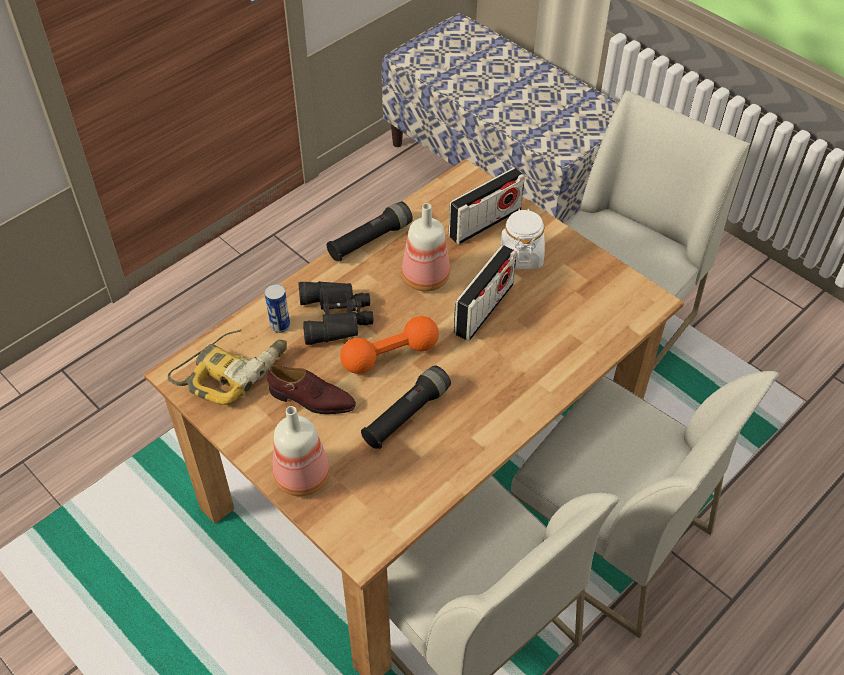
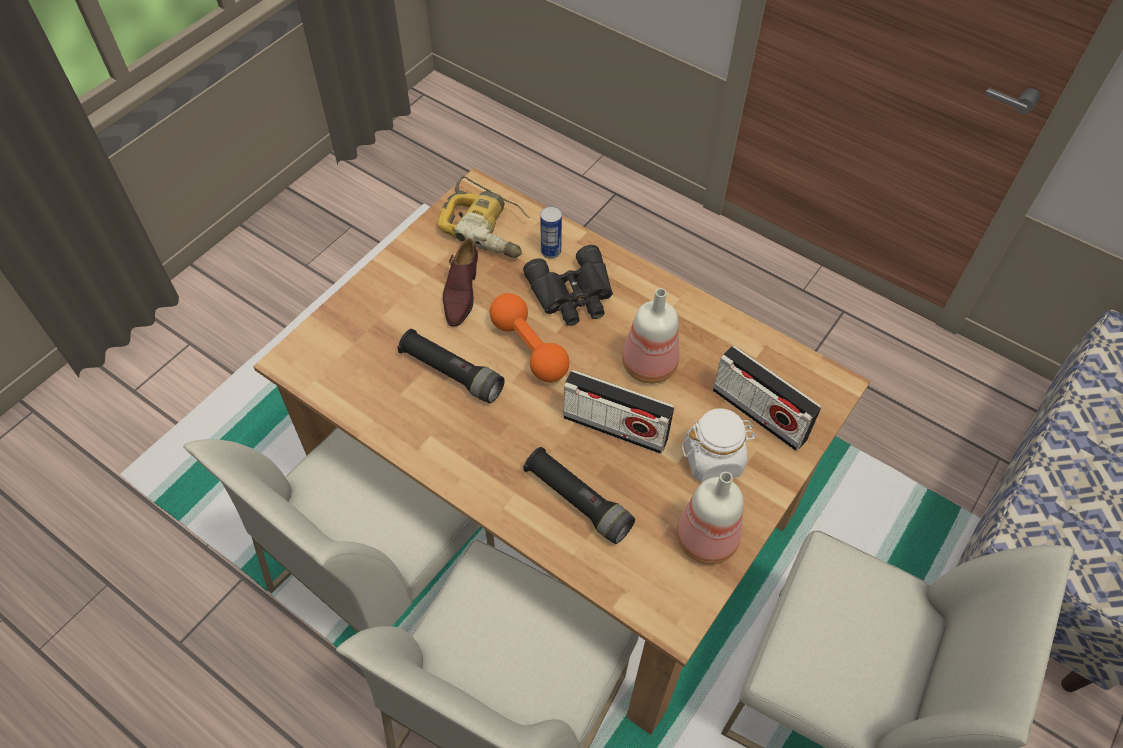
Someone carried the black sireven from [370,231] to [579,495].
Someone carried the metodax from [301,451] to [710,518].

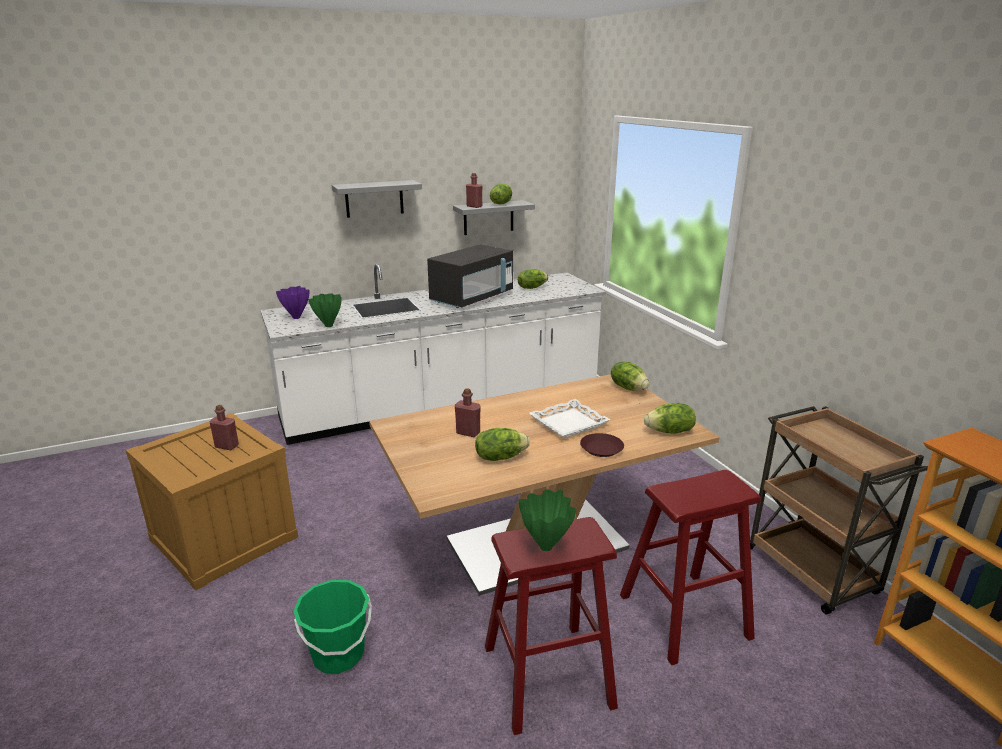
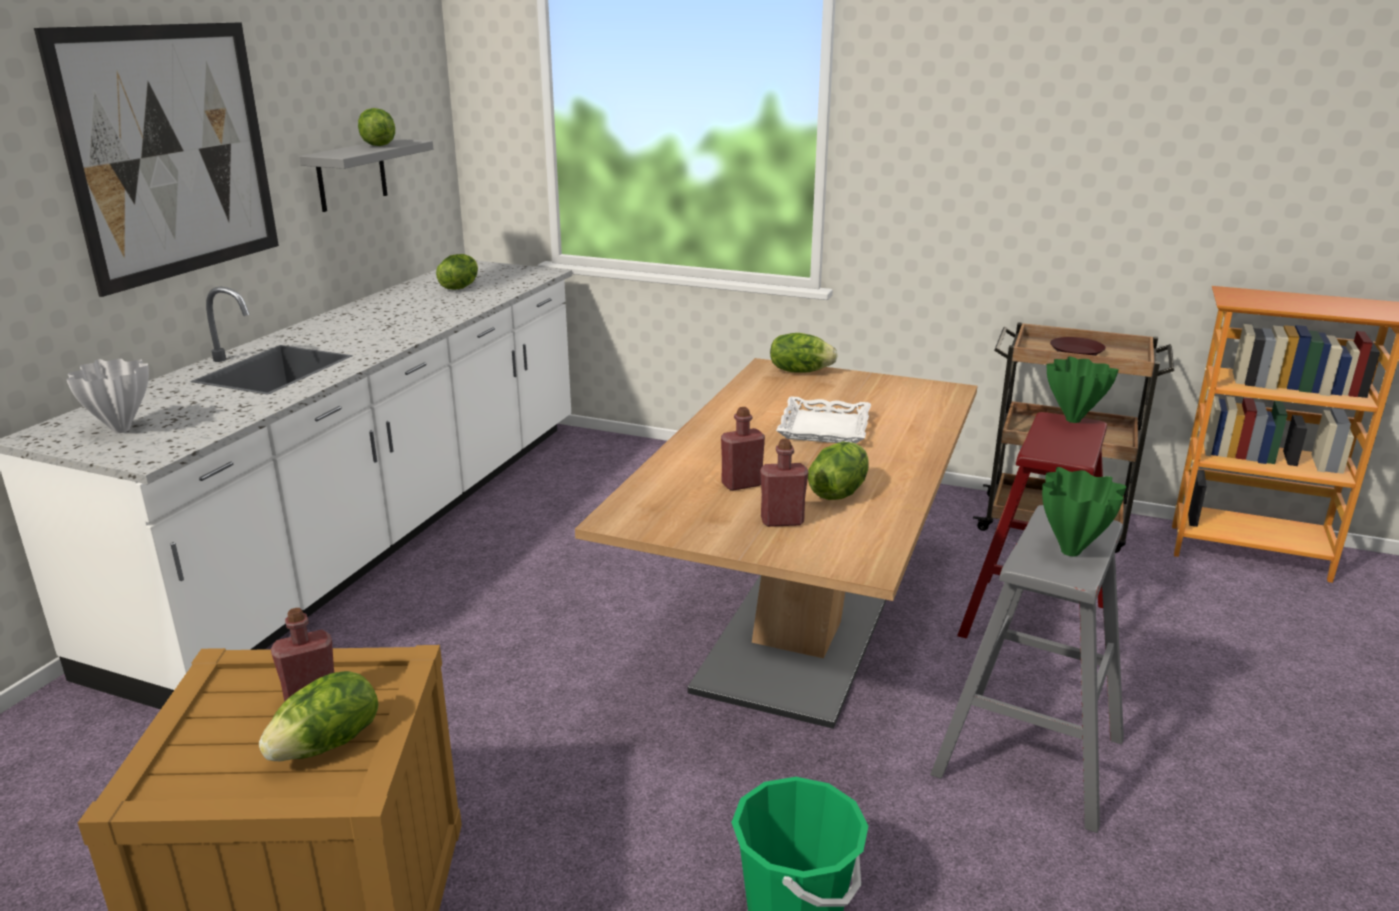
Someone carried the red metodax from [474,190] to [784,483].
Someone swapped the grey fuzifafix at [377,199] for the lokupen at [156,159].
Someone took away the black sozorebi at [470,276].
Someone repainted the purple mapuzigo at [292,302], which became the white mapuzigo at [107,396].
Someone carried the green mapuzigo from [324,310] to [1082,390].
Someone carried the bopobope from [670,418] to [318,716].
Someone carried the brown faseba from [602,445] to [1078,346].
Someone repainted the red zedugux at [551,626], which became the grey zedugux at [1027,669].

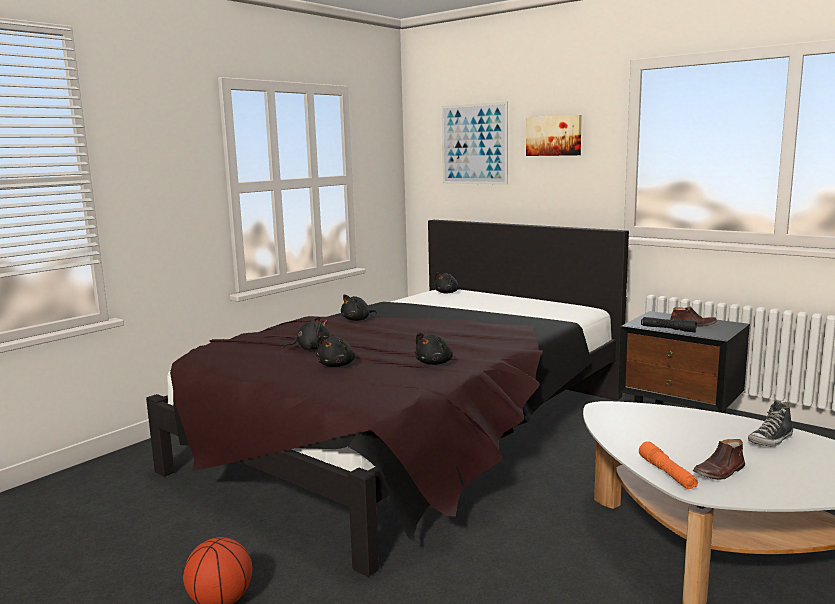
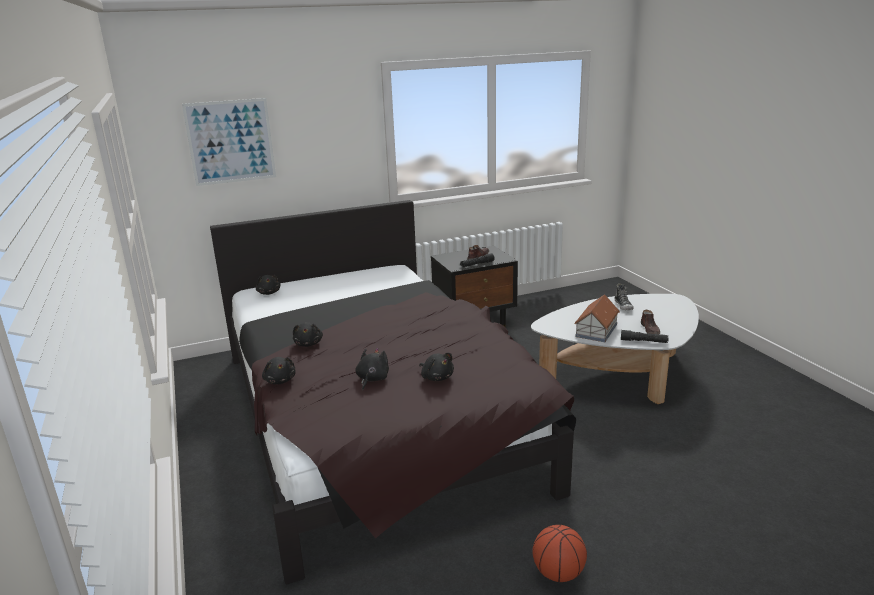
Someone took away the lokupen at [554,135].
Someone carried the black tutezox from [434,348] to [279,370].
Someone repainted the orange sireven at [668,465], which became the black sireven at [645,336].
Someone put down the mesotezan at [597,318].

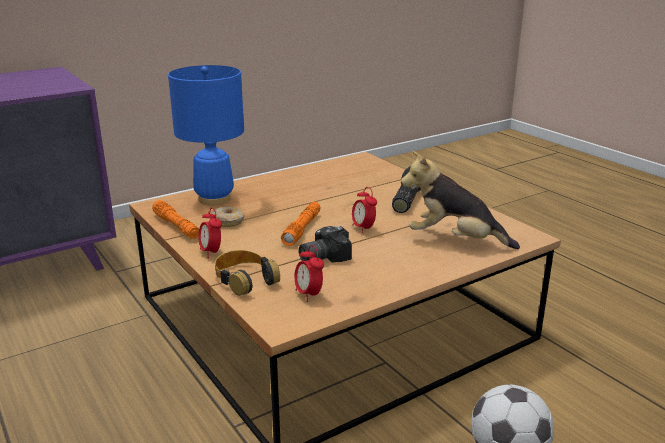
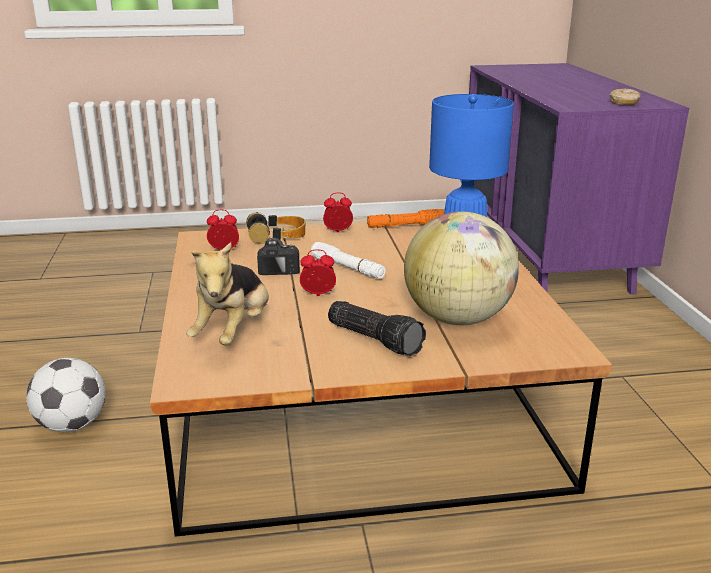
Someone rotated the tutezox at [460,200] by 150 degrees clockwise.
Someone repainted the orange sireven at [300,224], which became the white sireven at [348,260].
Someone carried the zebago from [227,217] to [625,96].
Someone put down the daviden at [461,268].

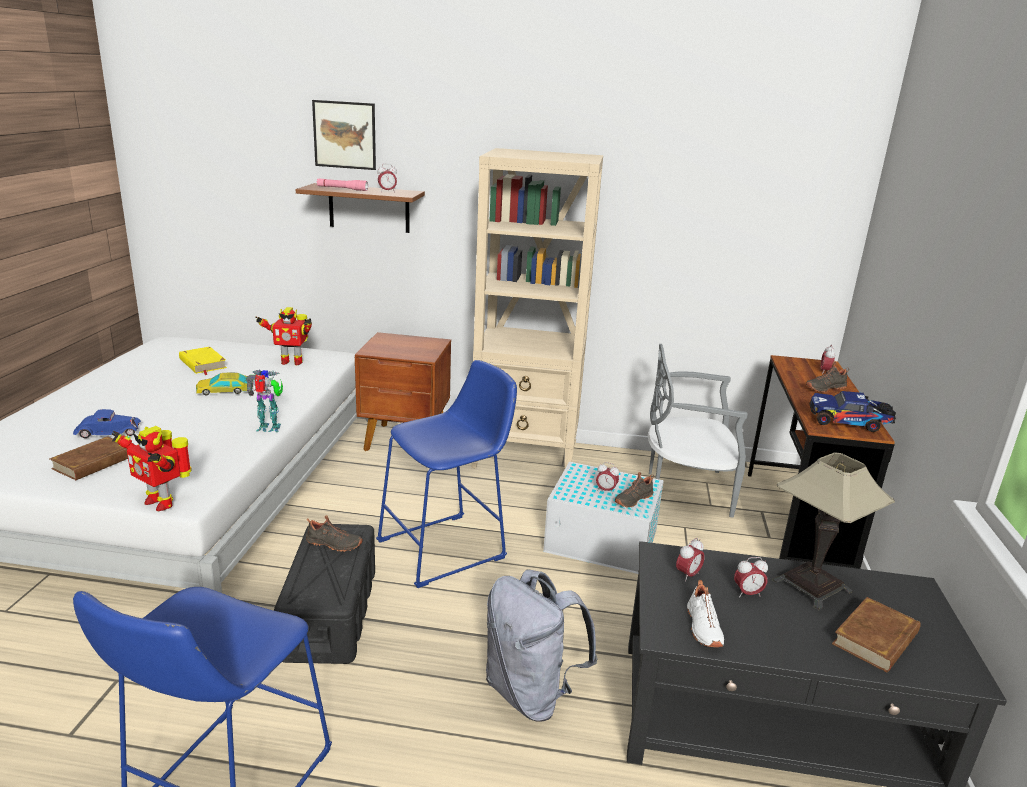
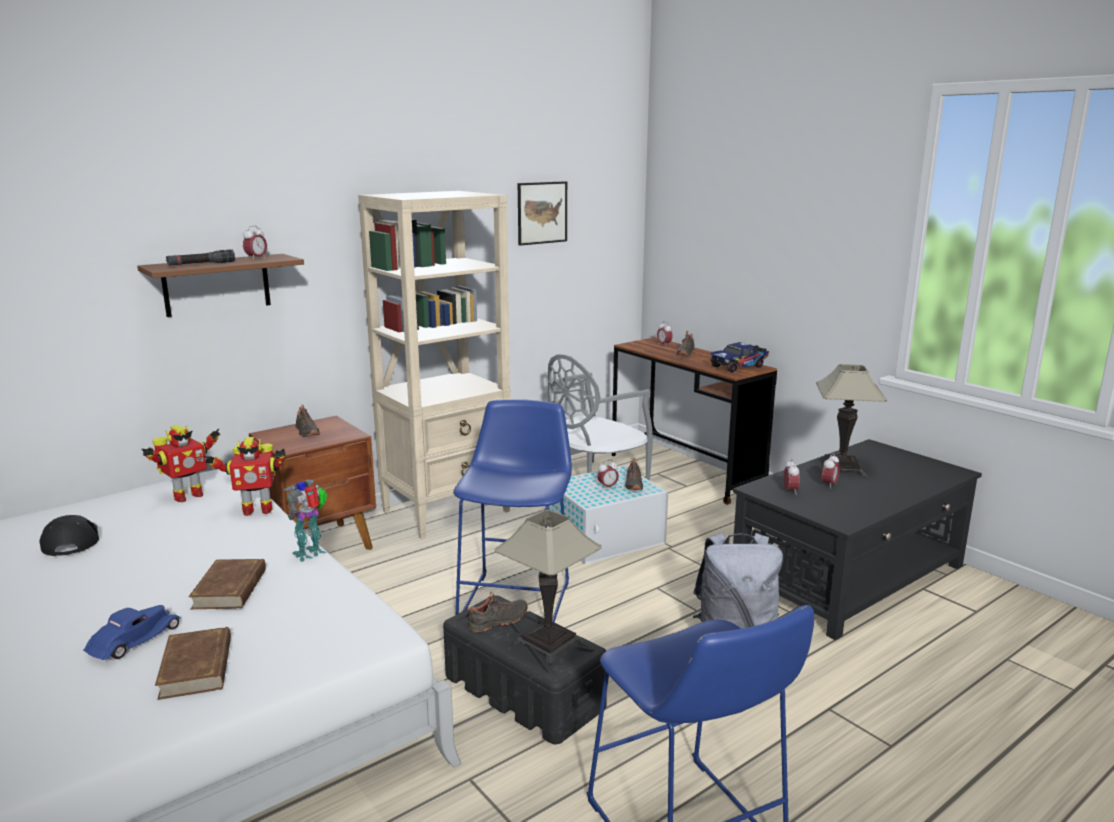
Someone carried the lokupen from [344,135] to [542,213].
Someone repainted the pink sireven at [342,185], which became the black sireven at [200,257].
Someone swapped the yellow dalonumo at [203,361] for the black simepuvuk at [69,535].
Someone took away the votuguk at [224,384].
Someone carried the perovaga from [151,468] to [245,476].
Someone took away the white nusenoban at [705,613].
Someone carried the brown dalonumo from [876,635] to [227,584].
Someone put down the black nusenoban at [308,421].
Someone put down the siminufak at [548,587].

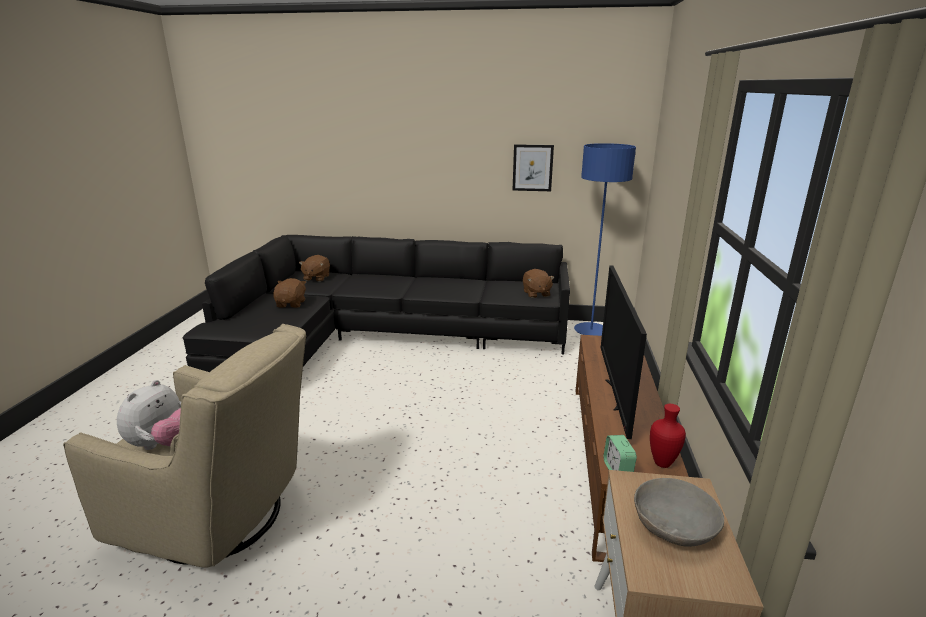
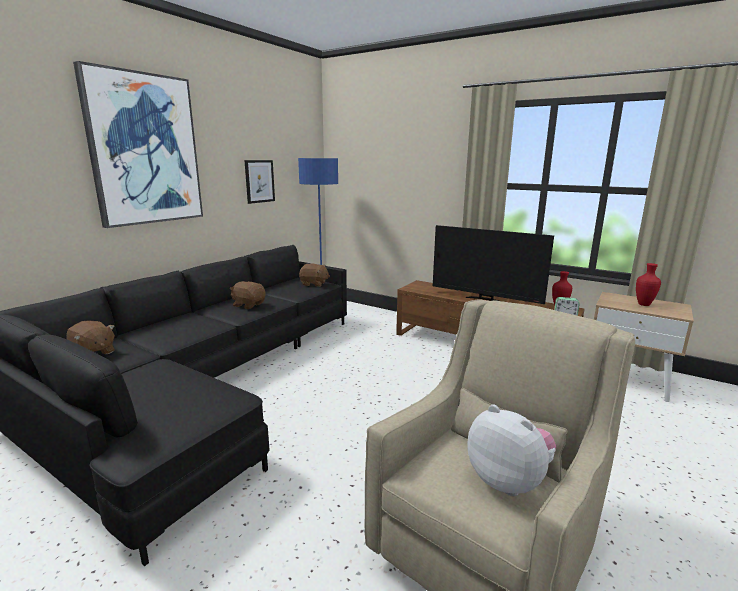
Someone carried the brown tutezox from [289,293] to [247,295].
Someone swapped the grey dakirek at [679,512] for the red mapuzigo at [648,284].
Someone put up the lokupen at [138,144].

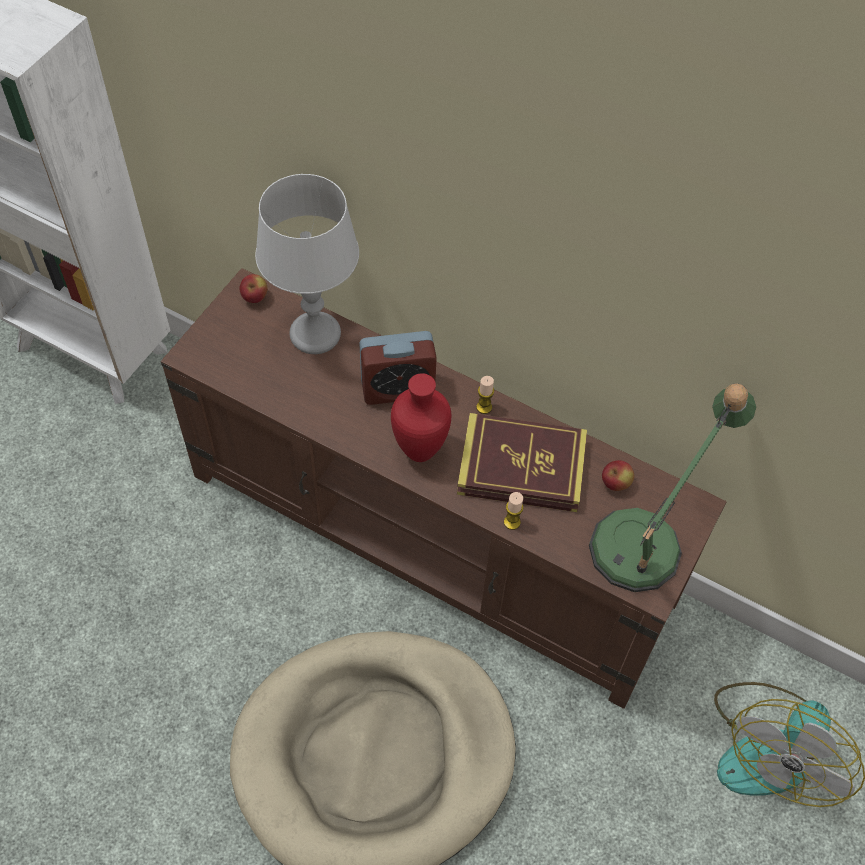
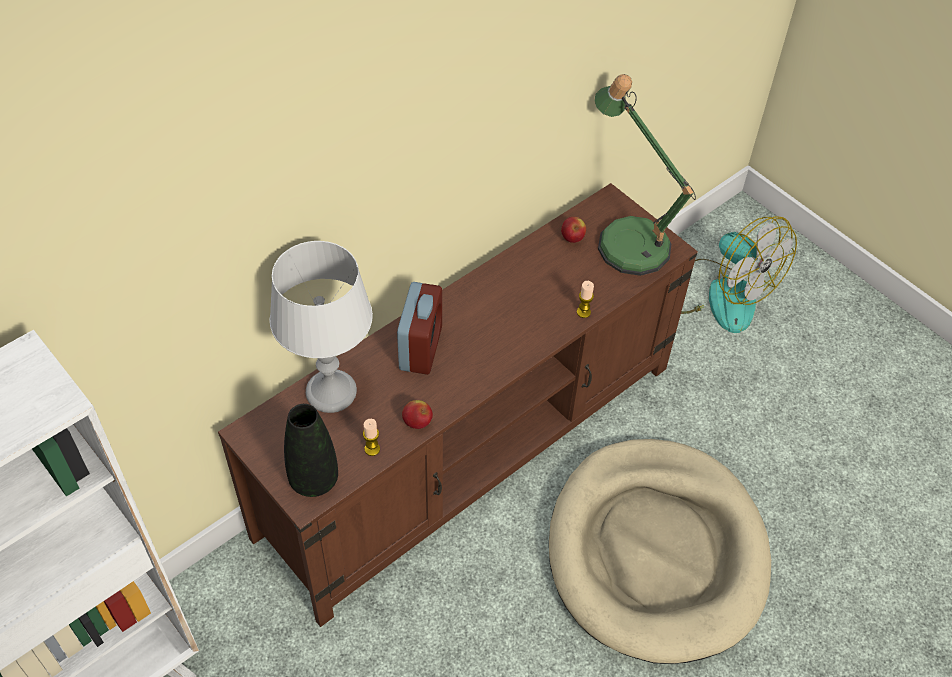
Someone carried the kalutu from [253,288] to [417,414].
Someone took away the red mapuzigo at [421,417].
Someone carried the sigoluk from [485,395] to [371,437].
Someone took away the dalonumo at [522,462].
Someone put down the black mapuzigo at [311,450].

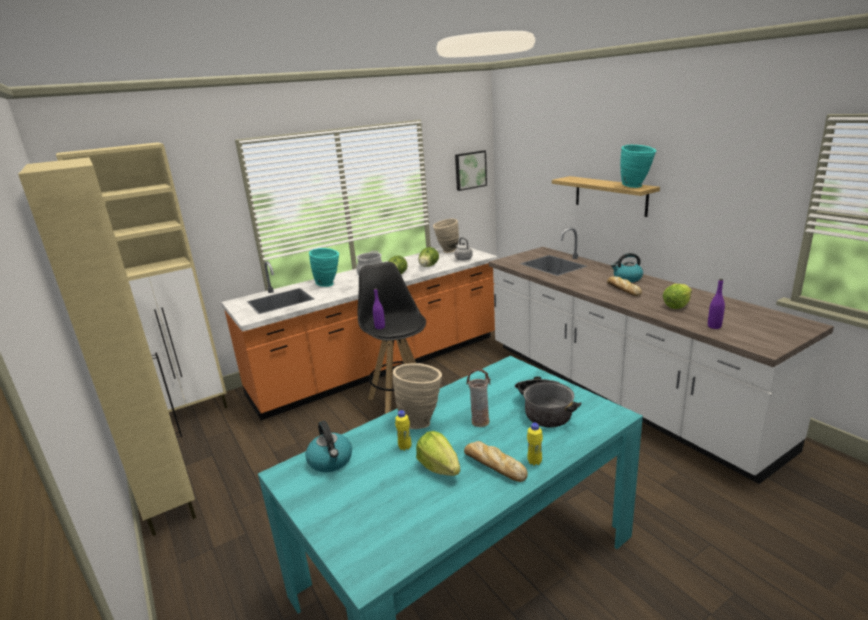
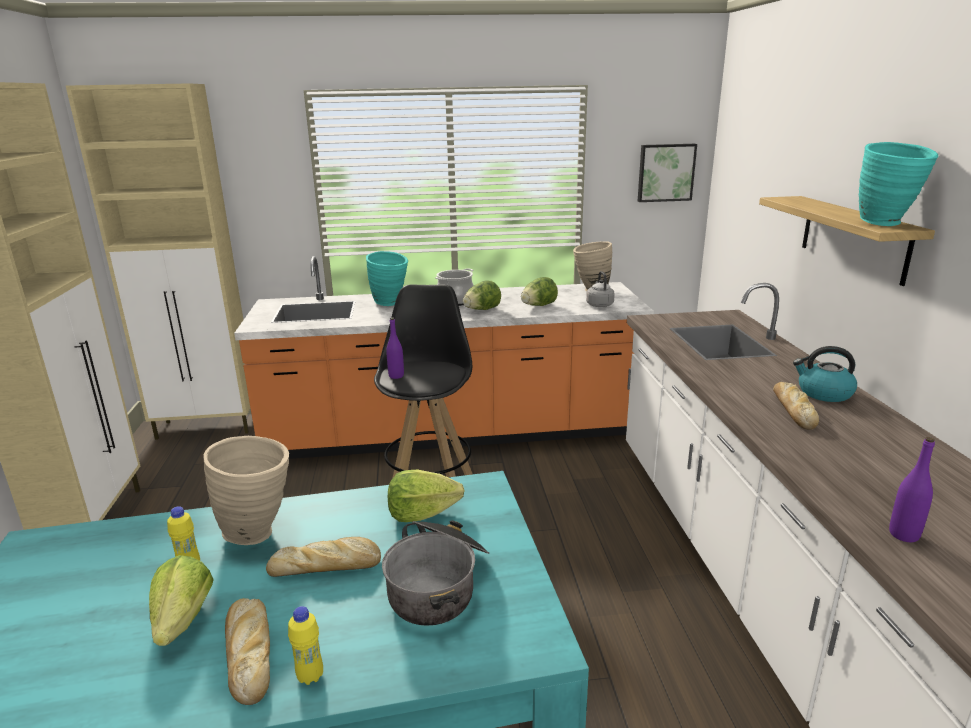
Someone carried the bopobope from [677,296] to [426,496].
Someone swapped the mapuzigo at [478,398] for the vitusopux at [323,557].
Someone took away the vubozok at [328,446].

